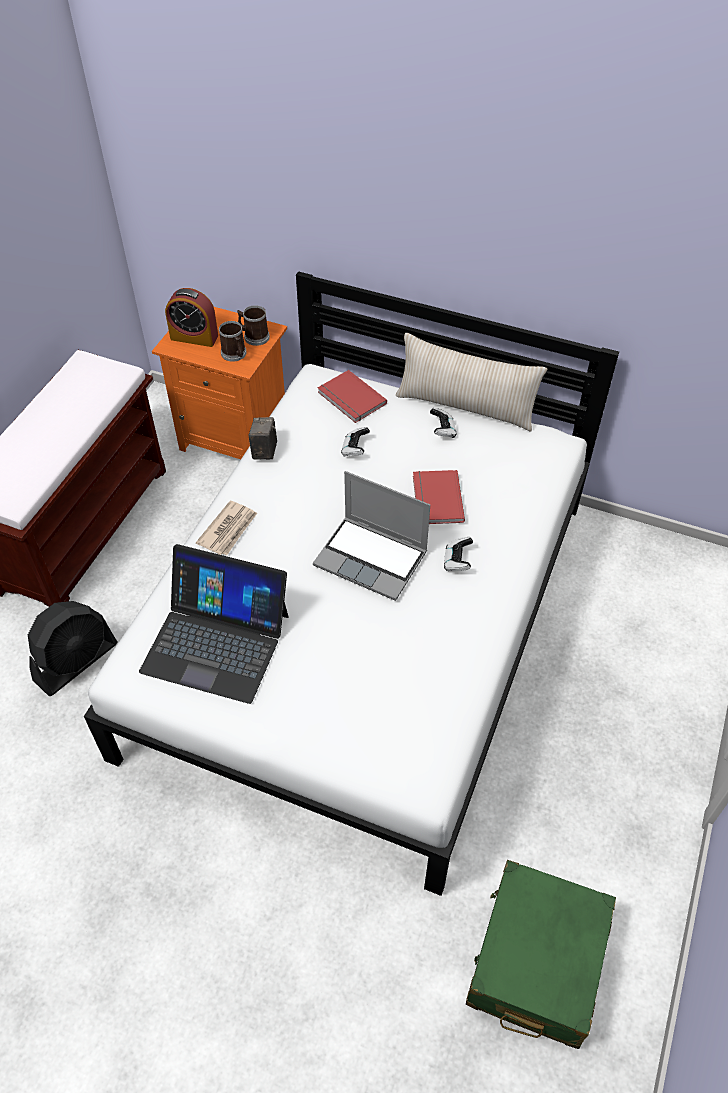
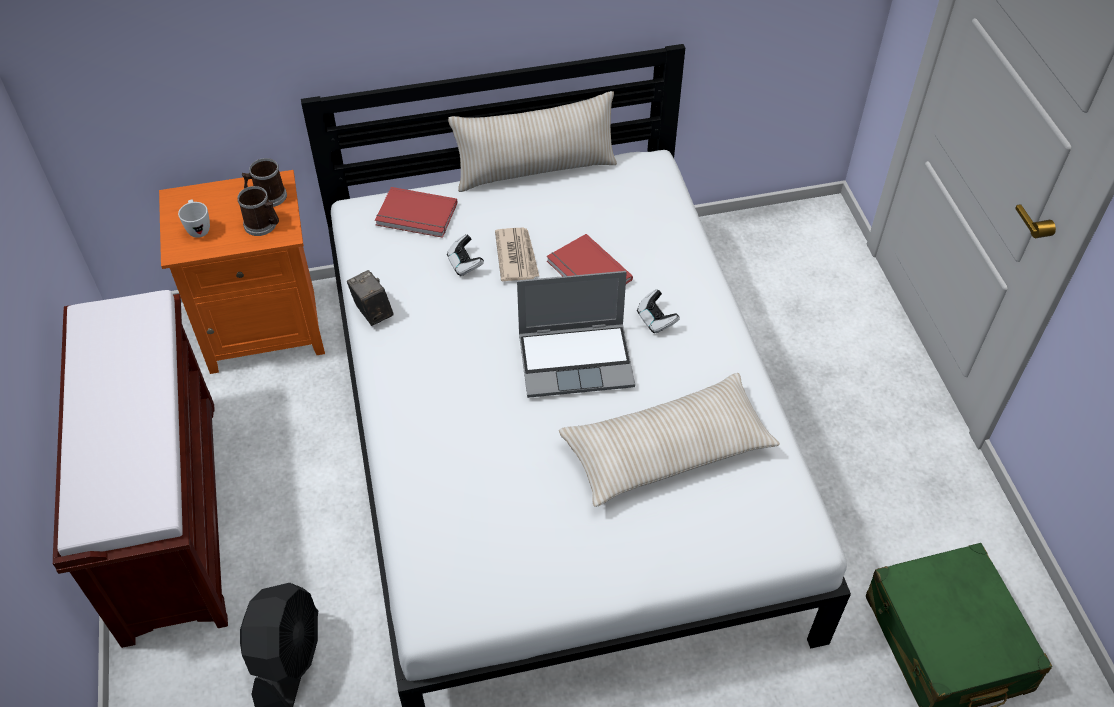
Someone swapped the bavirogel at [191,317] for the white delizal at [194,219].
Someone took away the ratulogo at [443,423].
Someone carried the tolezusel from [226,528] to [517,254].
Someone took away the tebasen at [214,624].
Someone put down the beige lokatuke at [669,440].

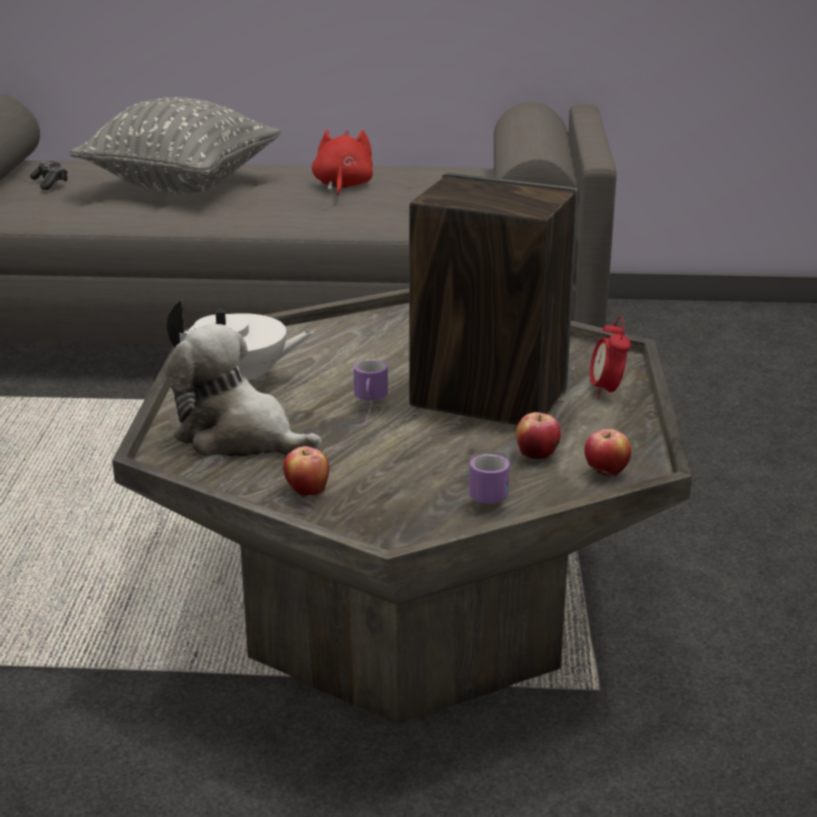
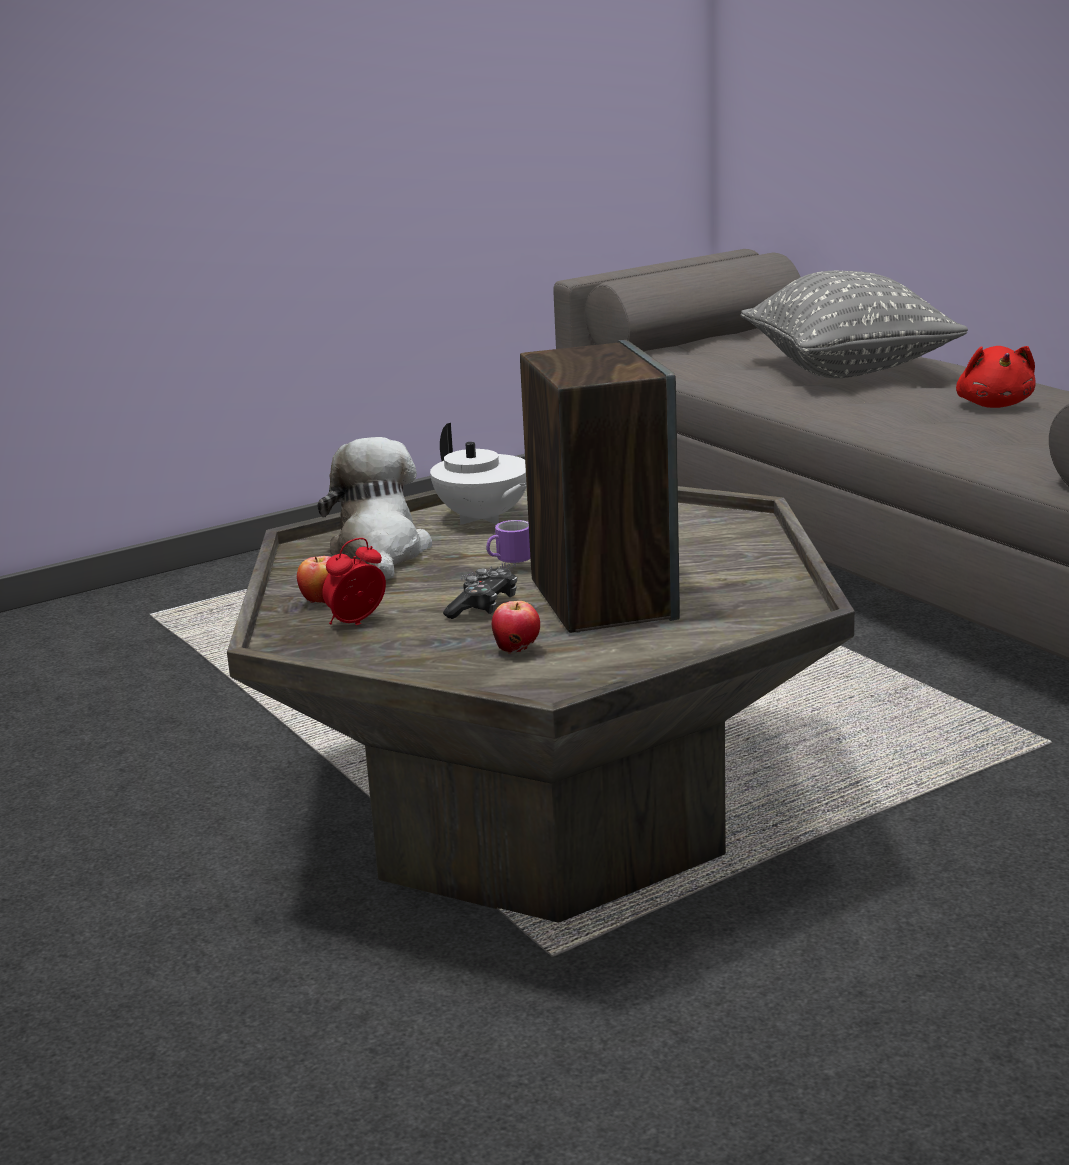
Someone rotated the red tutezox at [342,162] by 120 degrees clockwise.
Someone carried the ratulogo from [49,175] to [480,593].
Someone carried the bavirogel from [610,358] to [354,581].
Someone took away the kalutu at [607,453].
Someone took away the delizal at [489,479].

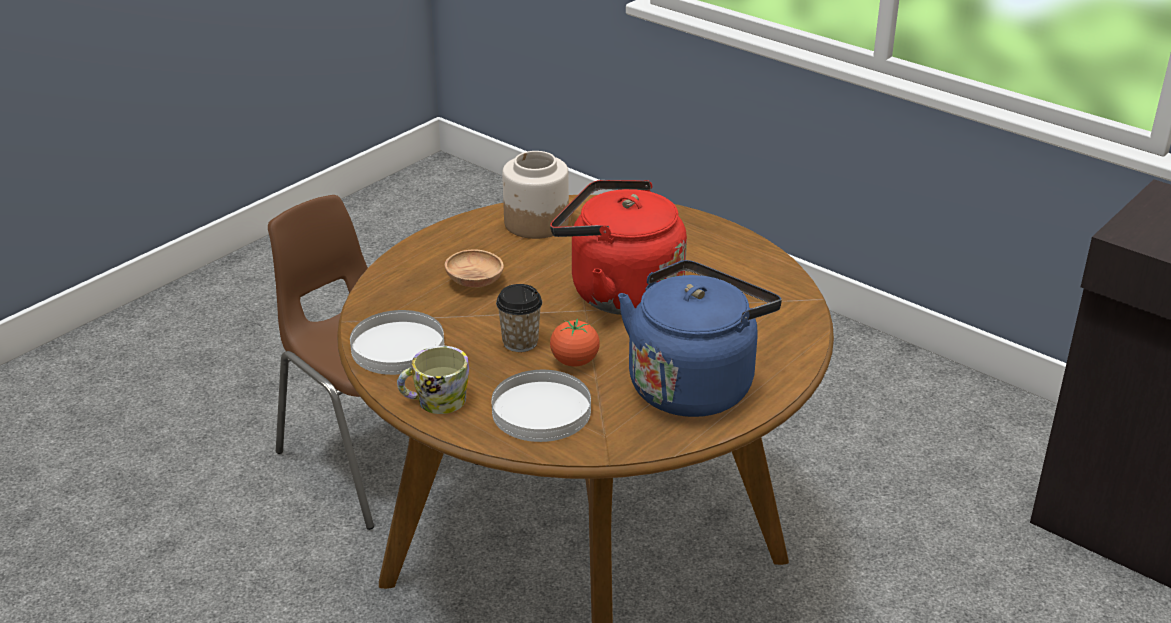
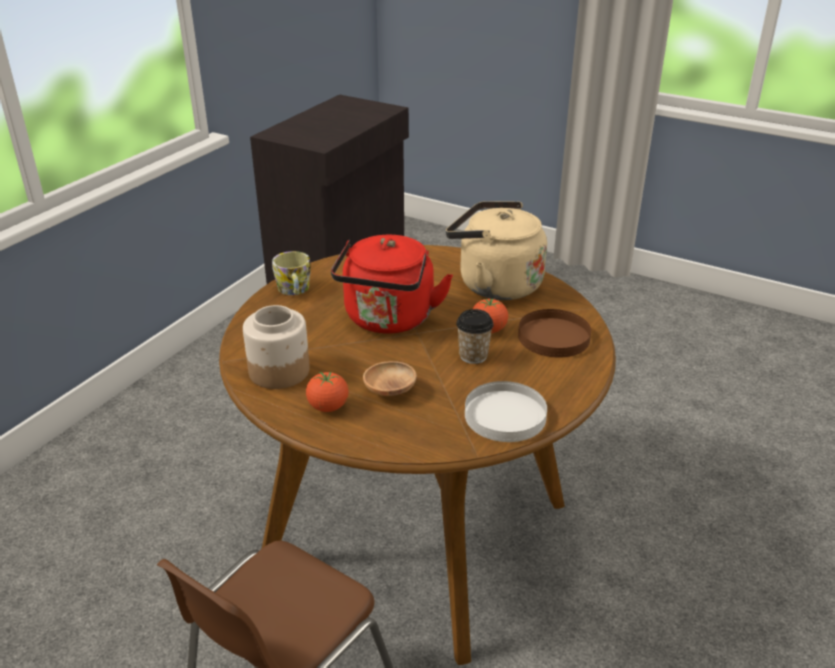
Someone repainted the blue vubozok at [700,338], which became the beige vubozok at [496,250].
Someone carried the delizal from [433,380] to [291,273].
Someone repainted the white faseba at [541,406], which became the brown faseba at [554,333].
Someone put down the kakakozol at [327,391].

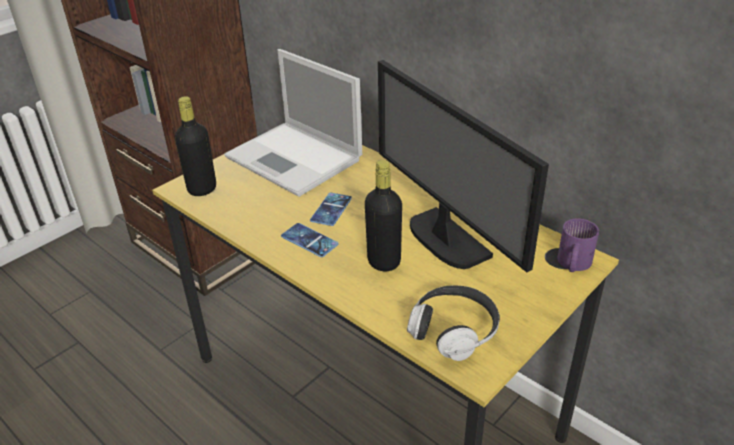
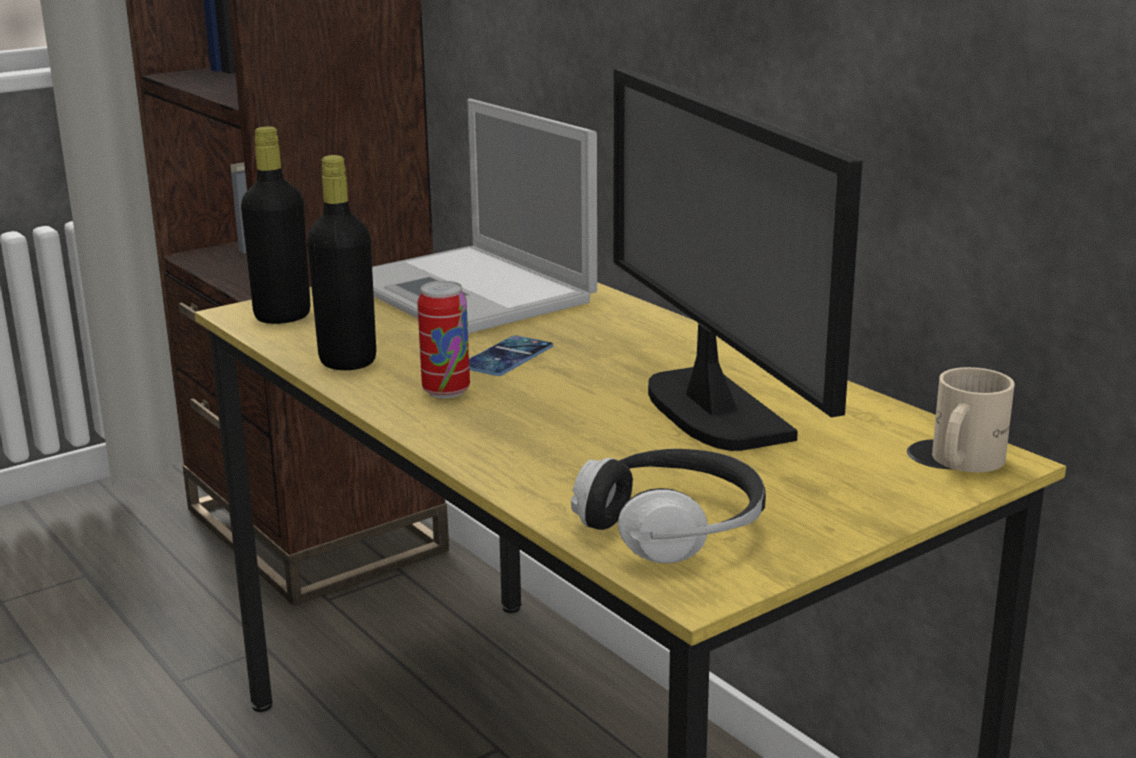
Someone carried the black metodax from [383,215] to [341,262].
Someone repainted the purple delizal at [578,245], which became the beige delizal at [973,419].
Someone swapped the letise at [310,240] for the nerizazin at [443,339].

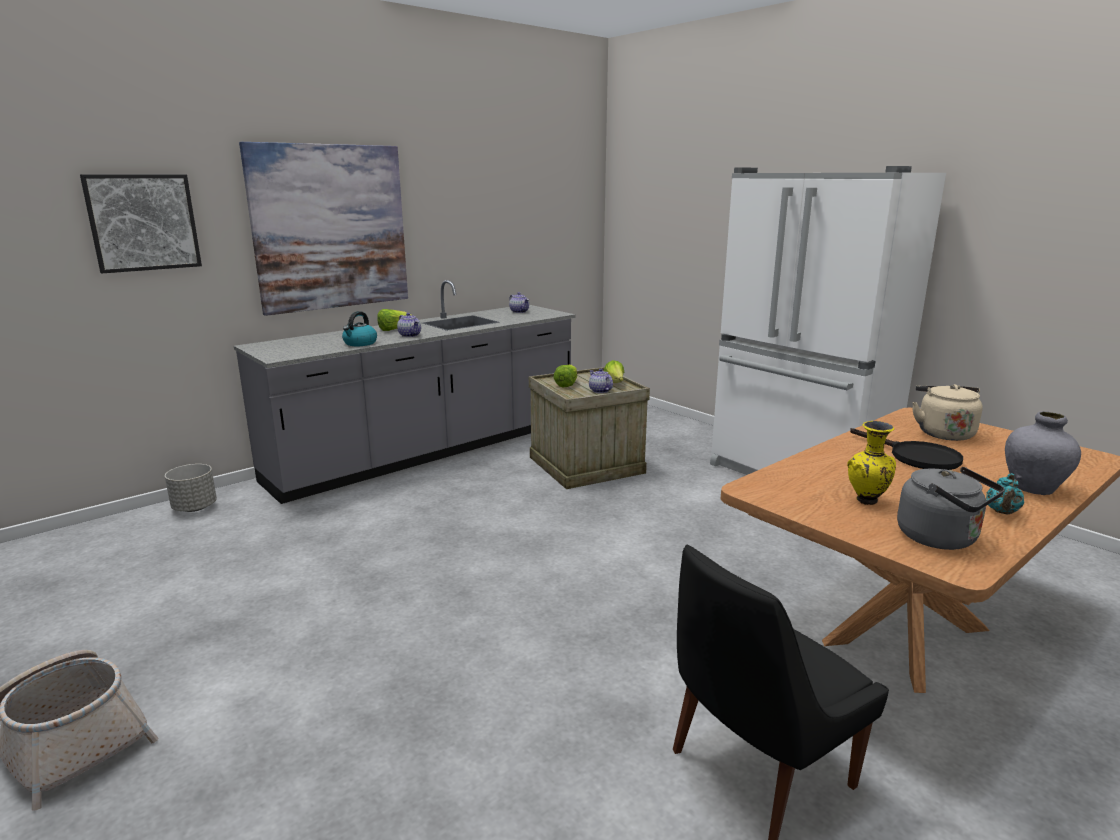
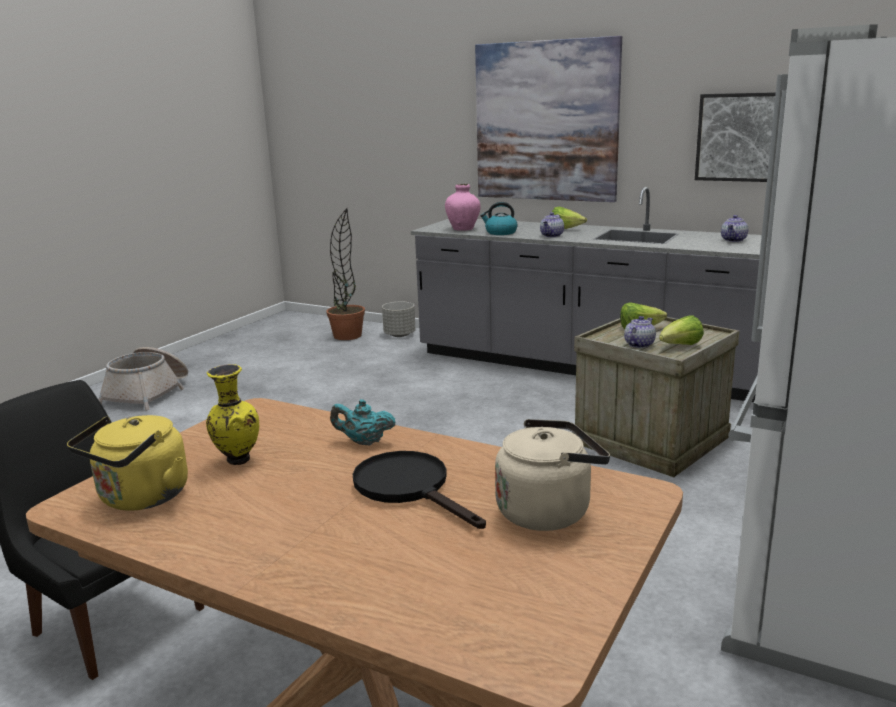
Someone carried the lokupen from [141,223] to [738,137].
Someone took away the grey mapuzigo at [1043,453].
Someone rotated the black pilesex at [906,449] by 105 degrees clockwise.
Someone repainted the grey vubozok at [951,508], which became the yellow vubozok at [127,463].
Someone carried the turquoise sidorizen from [1005,494] to [362,422].
Someone put down the pink mapuzigo at [463,207].
Someone put down the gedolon at [345,274].

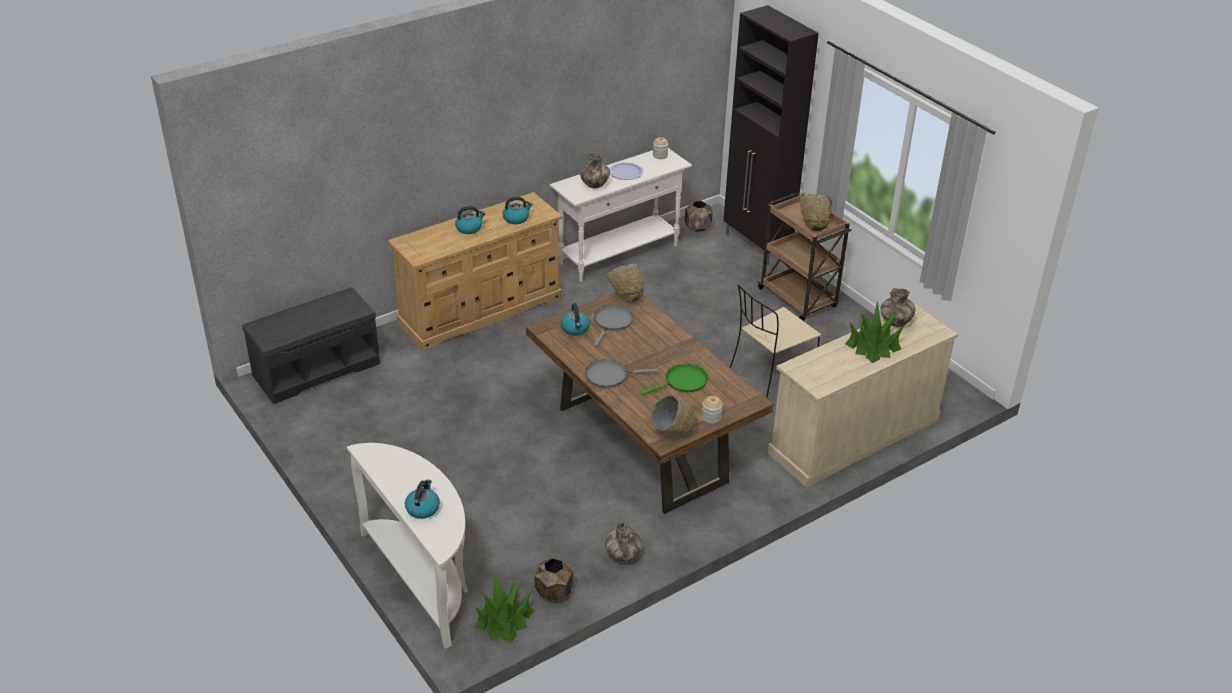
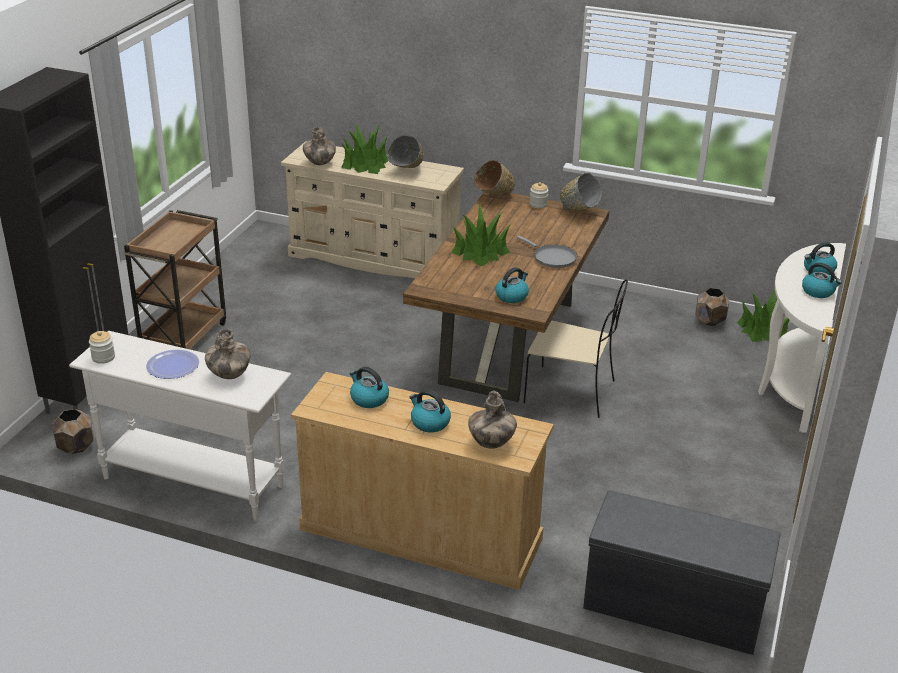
Someone carried the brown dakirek from [816,212] to [494,177].
Someone carried the grey dakirek from [625,283] to [405,151].
Someone carried the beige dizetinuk from [775,340] to [575,349].
Someone took away the grey pilesex at [614,325].
Someone took away the green pilesex at [674,379].
Someone carried the mapuzigo from [623,542] to [492,419].
Someone put down the gedolon at [481,234].
Someone put down the vubozok at [822,280].

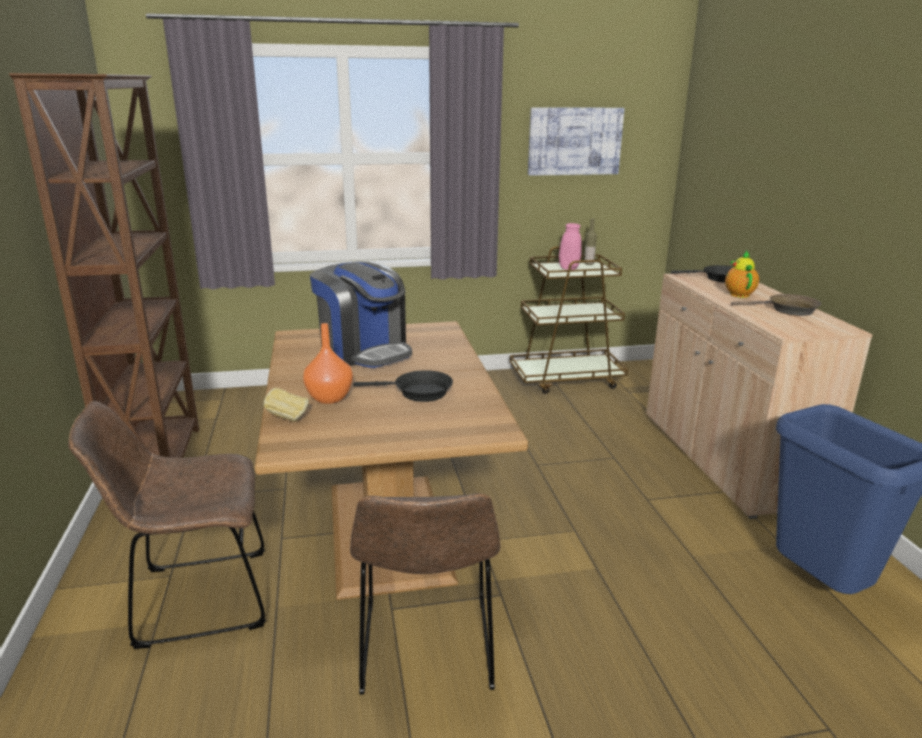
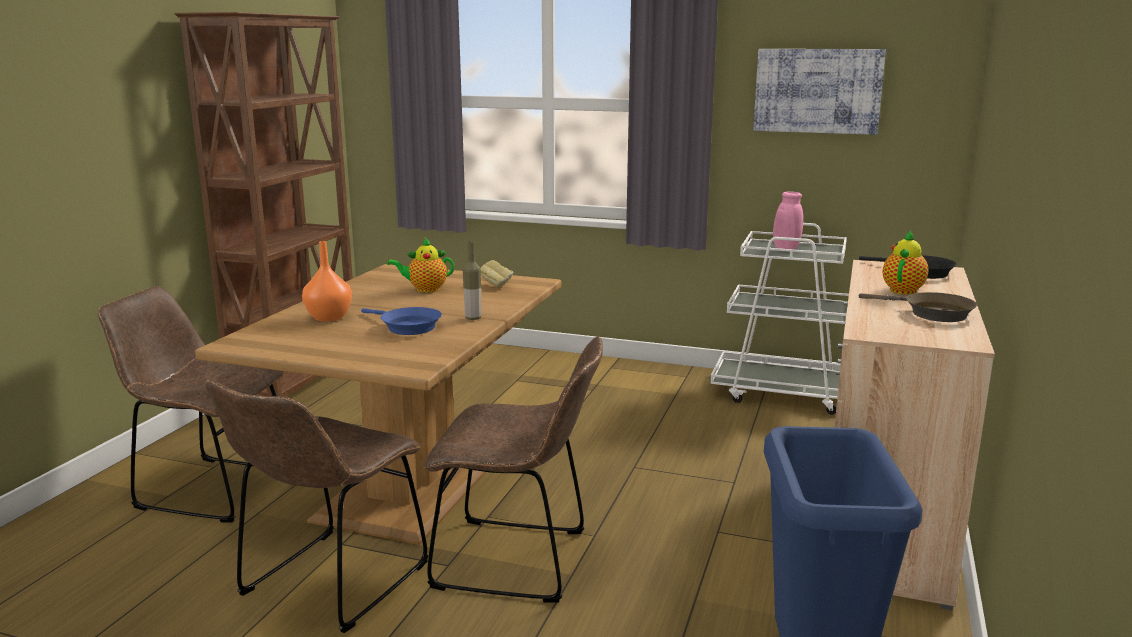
Someone carried the metodax from [590,241] to [472,280].
Someone repainted the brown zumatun at [569,320], which became the white zumatun at [780,319].
Someone swapped the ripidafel at [361,315] for the sidorizen at [420,265].
Someone repainted the black pilesex at [403,386], which became the blue pilesex at [401,321].
Someone carried the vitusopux from [286,405] to [496,274].
Someone put down the brown dizetinuk at [513,469].

